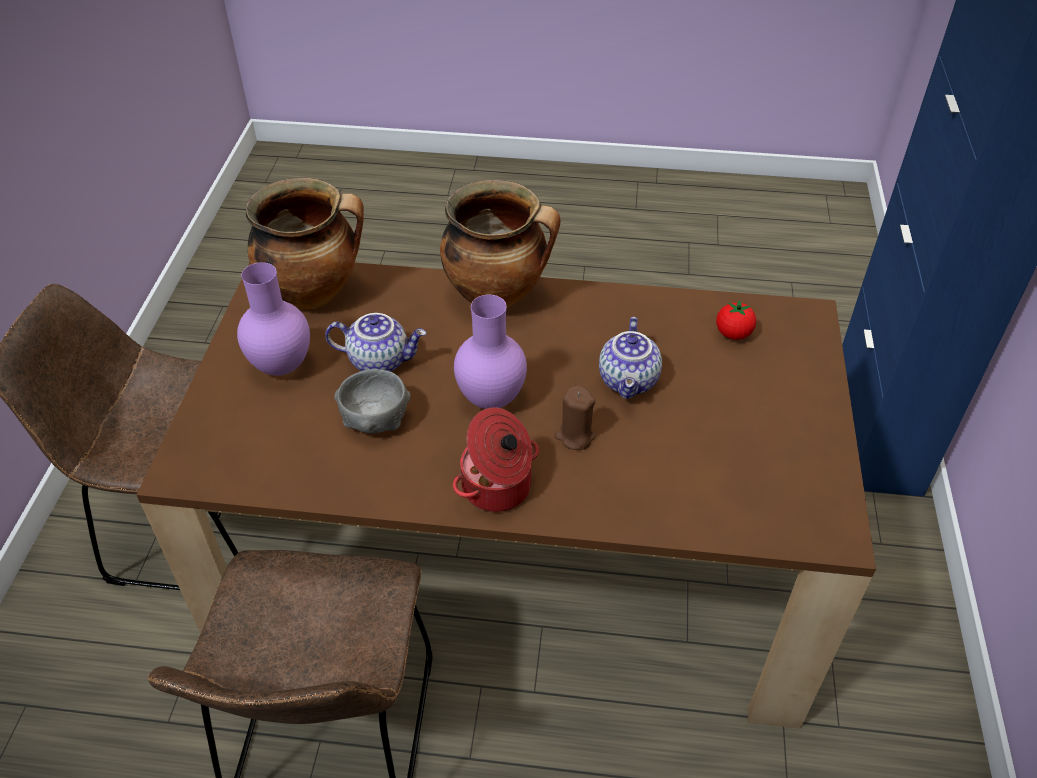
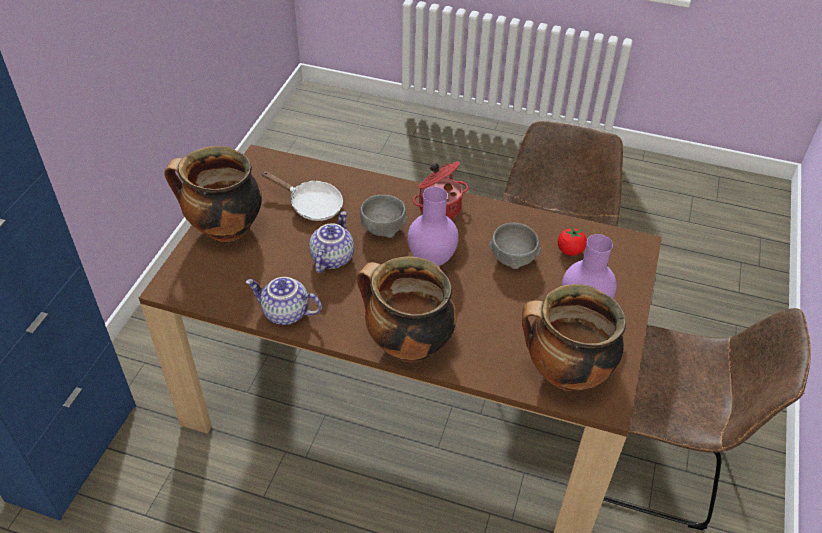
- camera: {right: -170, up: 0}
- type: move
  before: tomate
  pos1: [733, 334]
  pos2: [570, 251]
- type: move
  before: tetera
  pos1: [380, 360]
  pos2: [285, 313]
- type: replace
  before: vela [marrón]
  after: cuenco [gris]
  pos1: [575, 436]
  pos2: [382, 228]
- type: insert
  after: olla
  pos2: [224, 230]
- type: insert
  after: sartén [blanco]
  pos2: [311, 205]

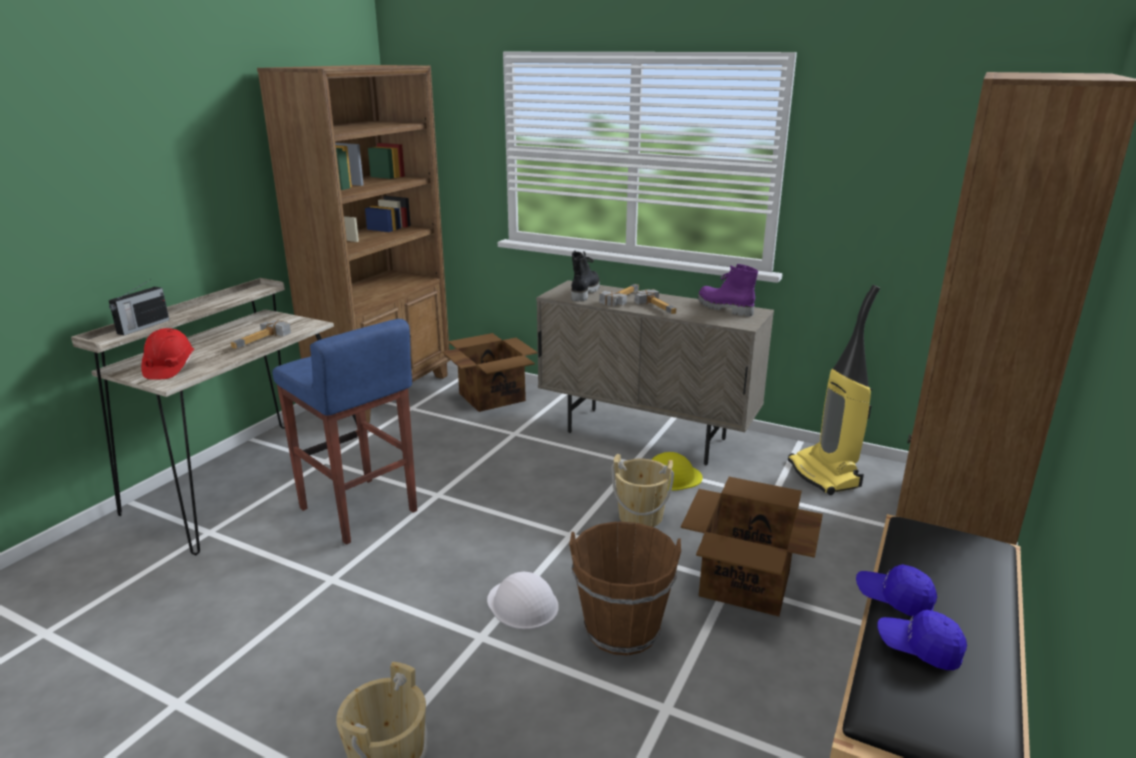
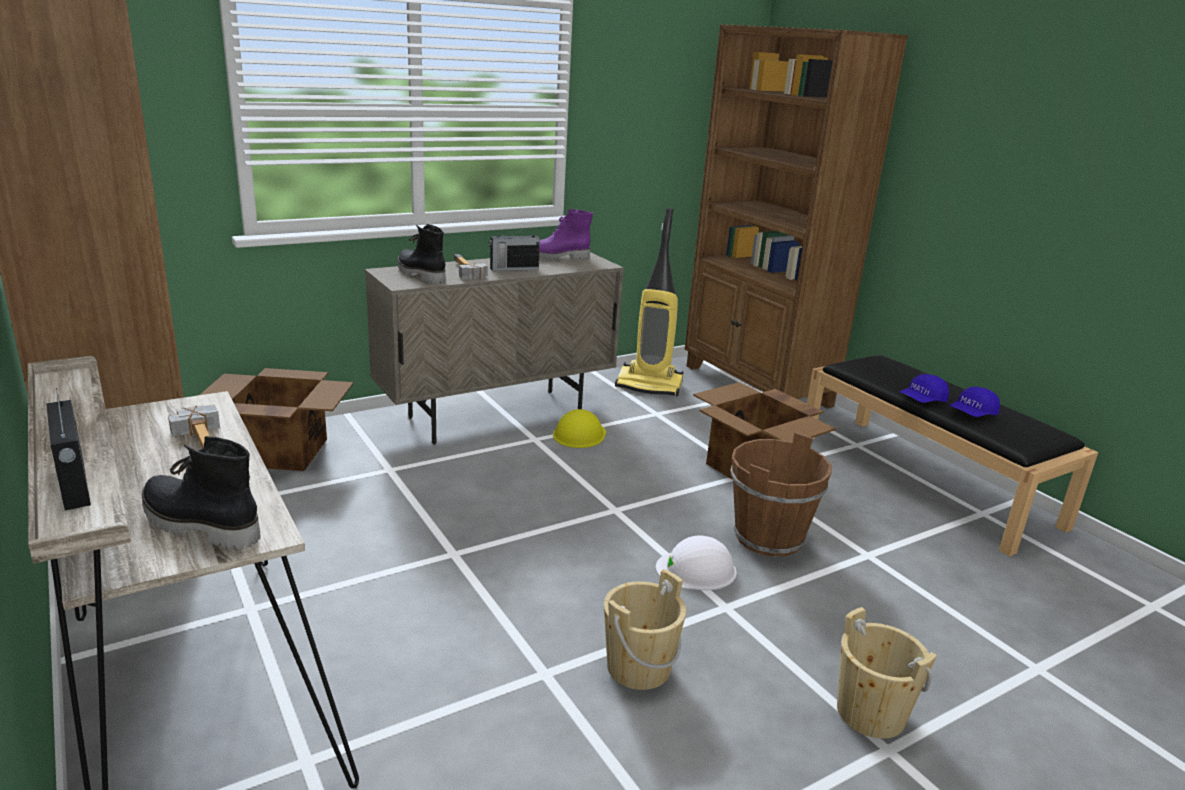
- camera: {right: -60, up: 0}
- type: replace
  before: martillo
  after: radio
  pos1: [659, 306]
  pos2: [513, 269]
- type: delete
  before: taburete [azul]
  pos1: [358, 511]
- type: replace
  before: casco [rojo]
  after: bota [negro]
  pos1: [169, 368]
  pos2: [198, 526]
- type: move
  before: cubo [beis]
  pos1: [640, 516]
  pos2: [638, 667]

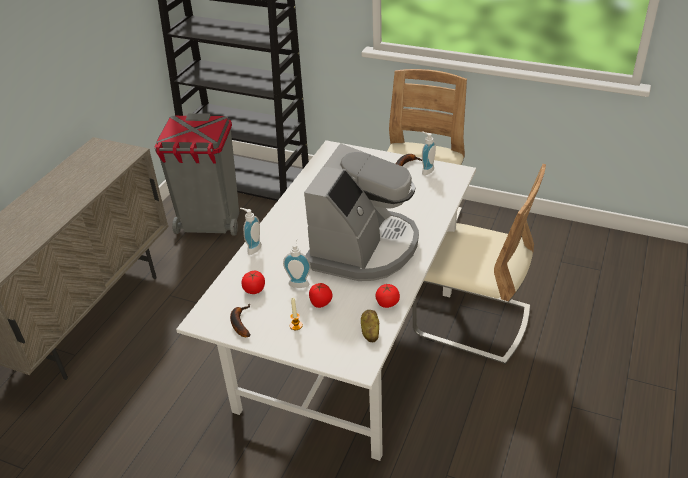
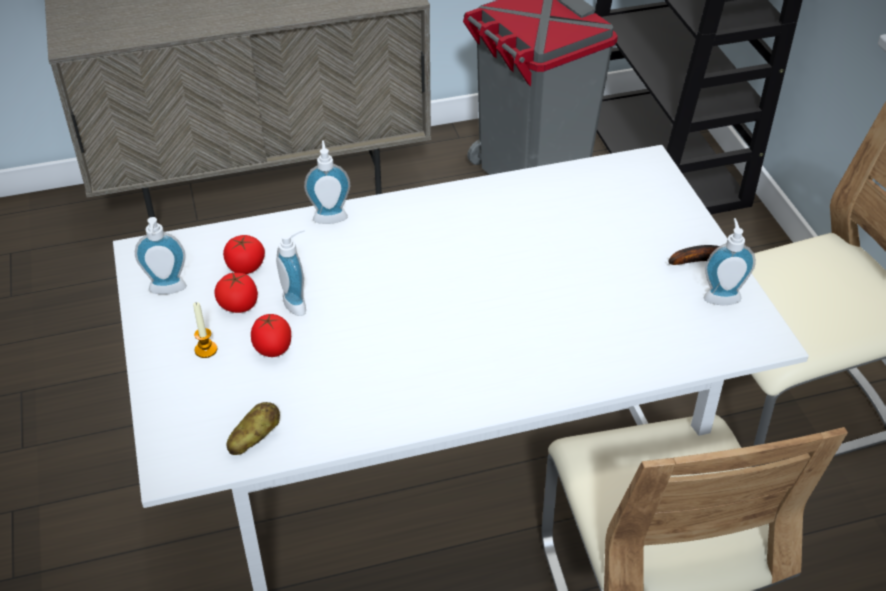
- camera: {right: 50, up: 5}
- type: delete
  before: cafetera
  pos1: [364, 247]
- type: move
  before: tomate
  pos1: [387, 303]
  pos2: [238, 305]
- type: replace
  before: plátano
  after: dispensador de jabón
  pos1: [239, 323]
  pos2: [167, 291]

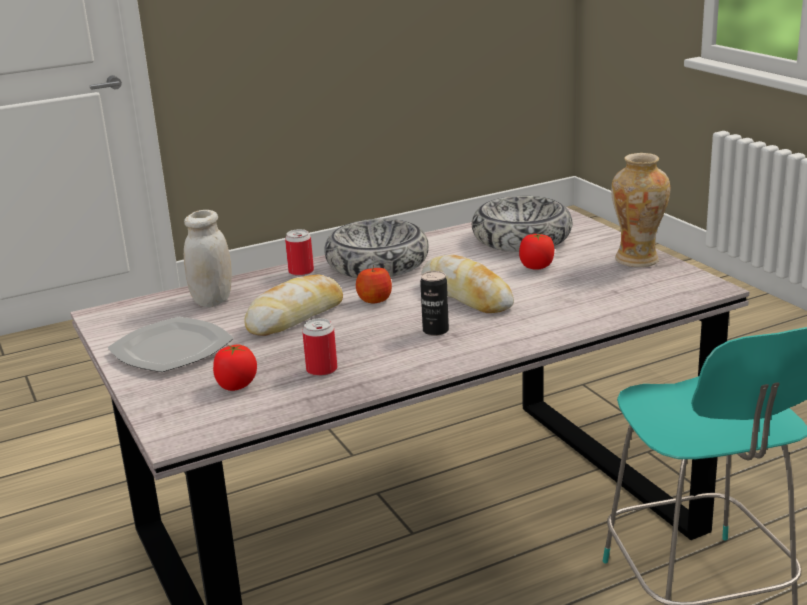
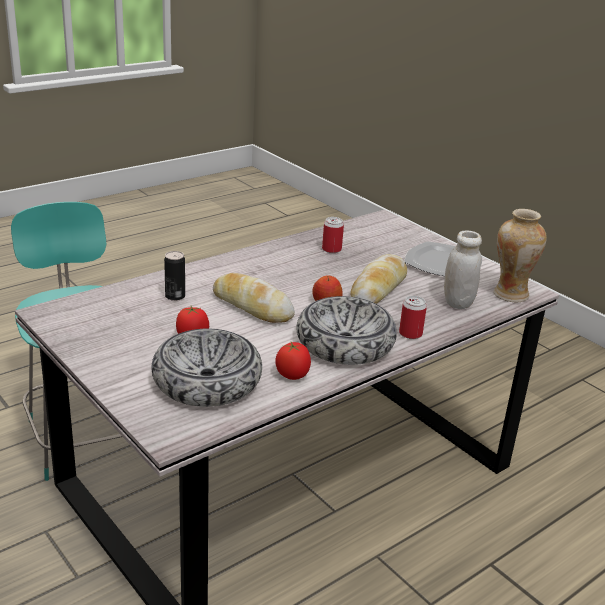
- camera: {right: 165, up: 5}
- type: move
  before: florero
  pos1: [637, 260]
  pos2: [510, 294]
- type: move
  before: lata
  pos1: [435, 331]
  pos2: [175, 296]
- type: move
  before: tomate
  pos1: [236, 386]
  pos2: [292, 375]

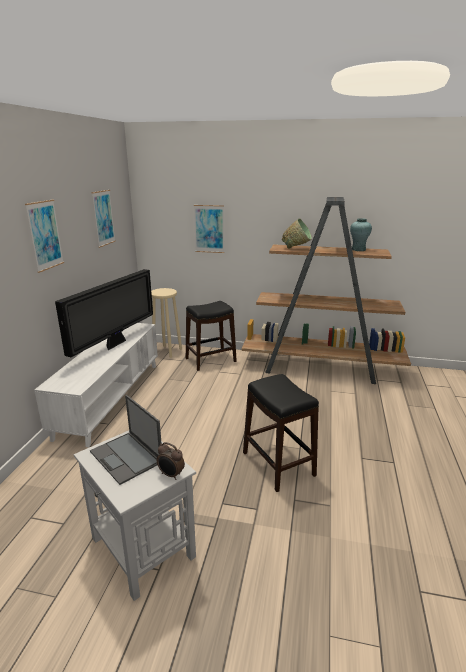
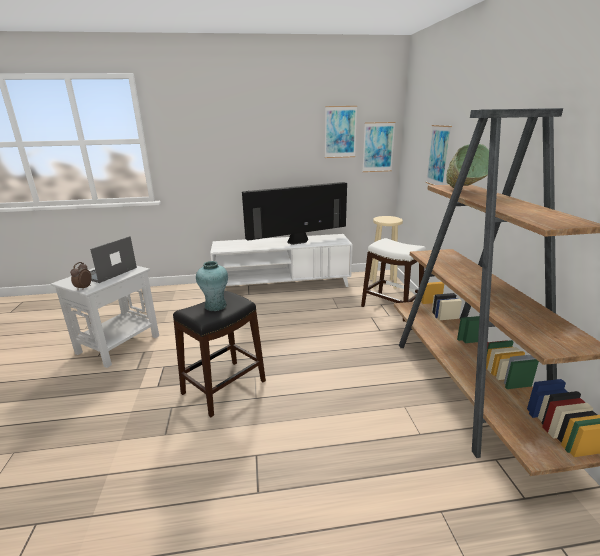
- camera: {right: 70, up: 0}
- type: move
  before: cuadro
  pos1: [45, 235]
  pos2: [378, 147]
- type: move
  before: florero [turquesa]
  pos1: [358, 249]
  pos2: [215, 306]
- type: rotate
  before: televisor
  pos1: [115, 343]
  pos2: [297, 242]
  turn: 150
- type: recolor
  before: taburete [negro]
  after: taburete [blanco]
  pos1: [210, 360]
  pos2: [391, 307]

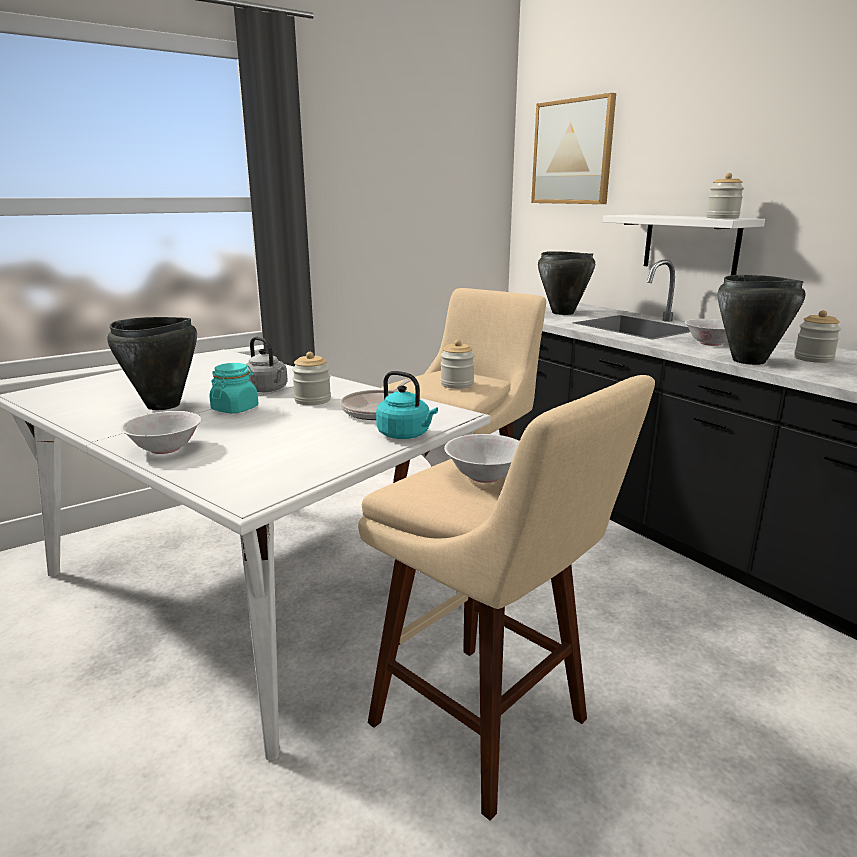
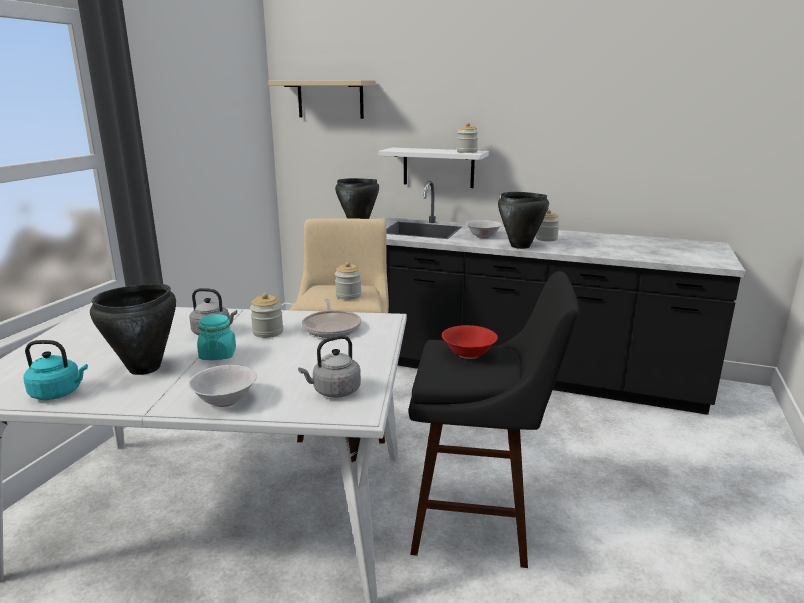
- camera: {right: -35, up: 0}
- type: replace
  before: cuadro
  after: estante [beis]
  pos1: [572, 152]
  pos2: [330, 99]
- type: move
  before: hervidor [turquesa]
  pos1: [406, 435]
  pos2: [59, 393]
- type: recolor
  before: taburete [beis]
  after: taburete [negro]
  pos1: [489, 729]
  pos2: [481, 522]
- type: recolor
  before: cuenco [blanco]
  after: cuenco [rojo]
  pos1: [484, 476]
  pos2: [468, 354]
- type: insert
  after: hervidor [gris]
  pos2: [334, 391]

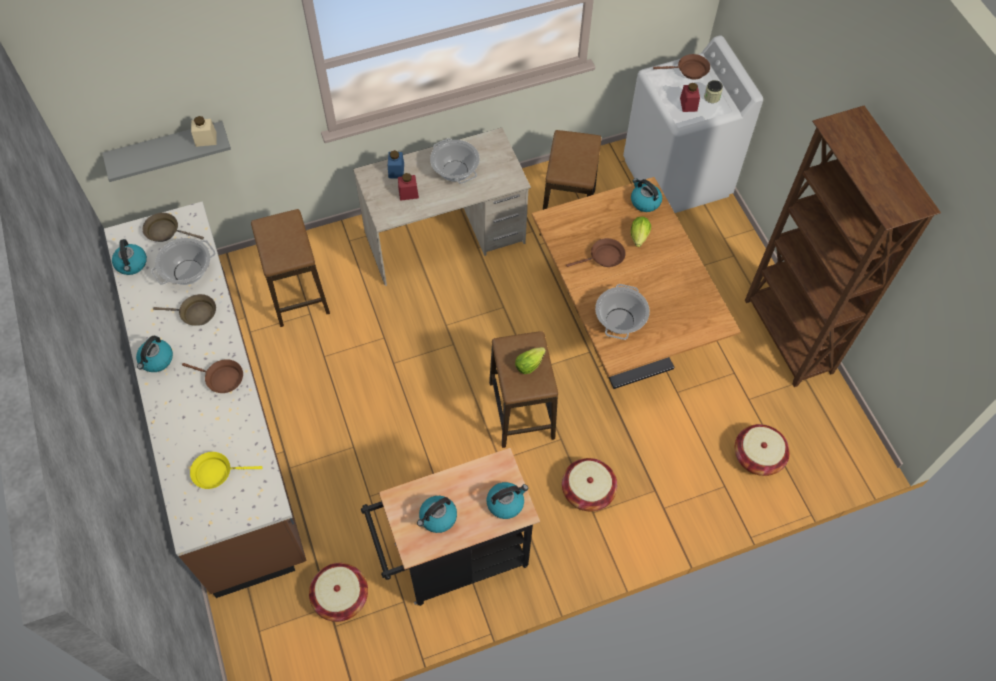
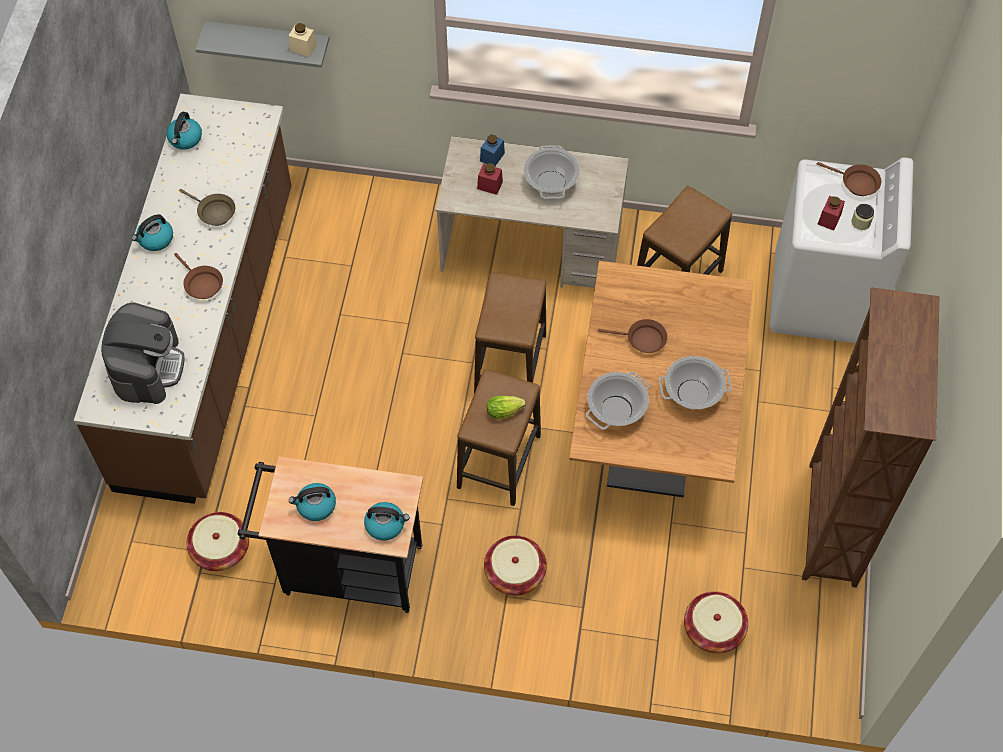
- camera: {right: 30, up: 0}
- type: delete
  before: hervidor
  pos1: [644, 201]
- type: move
  before: taburete
  pos1: [297, 292]
  pos2: [510, 363]
- type: delete
  before: sartén [marrón]
  pos1: [165, 231]
- type: delete
  before: lechuga
  pos1: [639, 238]
- type: move
  before: olla
  pos1: [188, 272]
  pos2: [692, 394]
- type: replace
  before: sartén [amarillo]
  after: cafetera
  pos1: [216, 472]
  pos2: [147, 366]

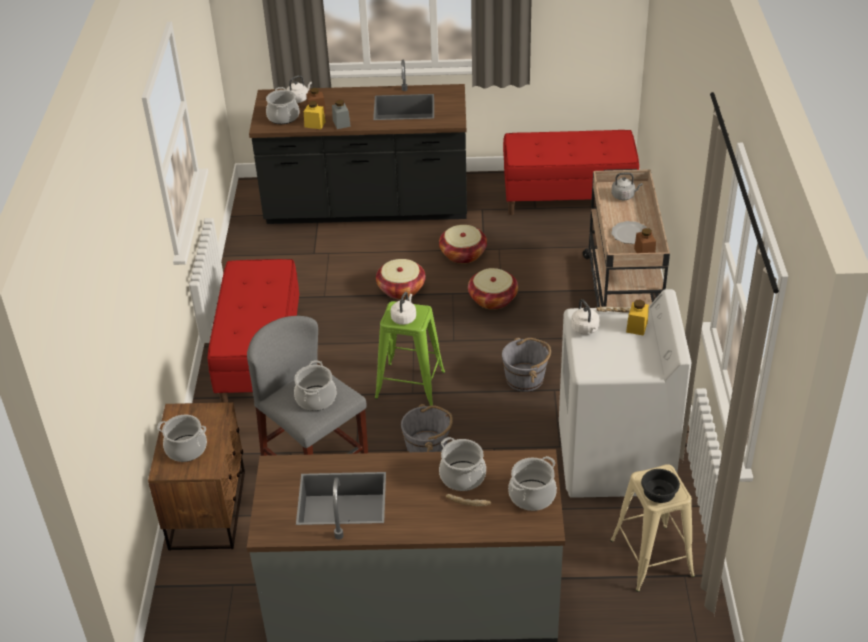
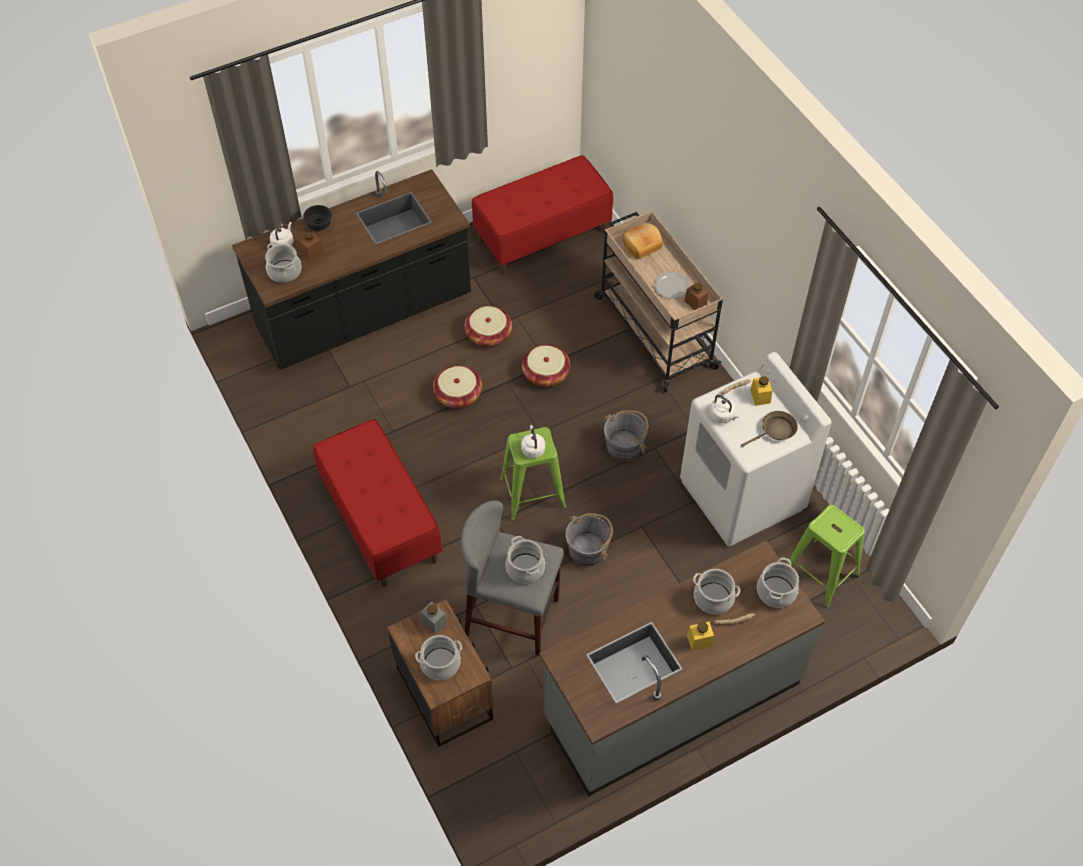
- camera: {right: -30, up: 15}
- type: move
  before: tarro [gris]
  pos1: [341, 123]
  pos2: [434, 622]
- type: move
  before: tarro [amarillo]
  pos1: [315, 124]
  pos2: [699, 640]
- type: replace
  before: hervidor [gris]
  after: pan
  pos1: [624, 196]
  pos2: [641, 245]
- type: recolor
  before: taburete [beis]
  after: taburete [verde]
  pos1: [652, 558]
  pos2: [821, 574]
- type: move
  before: cuenco [negro]
  pos1: [659, 493]
  pos2: [319, 224]
- type: insert
  after: sartén [marrón]
  pos2: [775, 431]

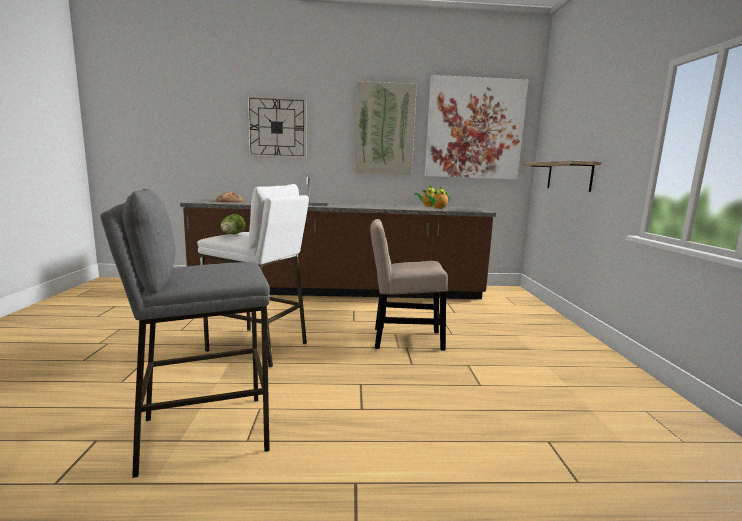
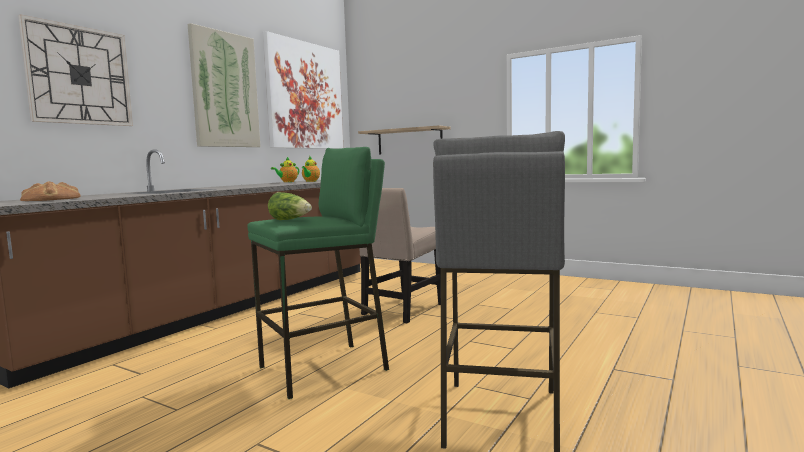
- camera: {right: -55, up: -5}
- type: recolor
  before: taburete [blanco]
  after: taburete [verde]
  pos1: [258, 347]
  pos2: [324, 369]

